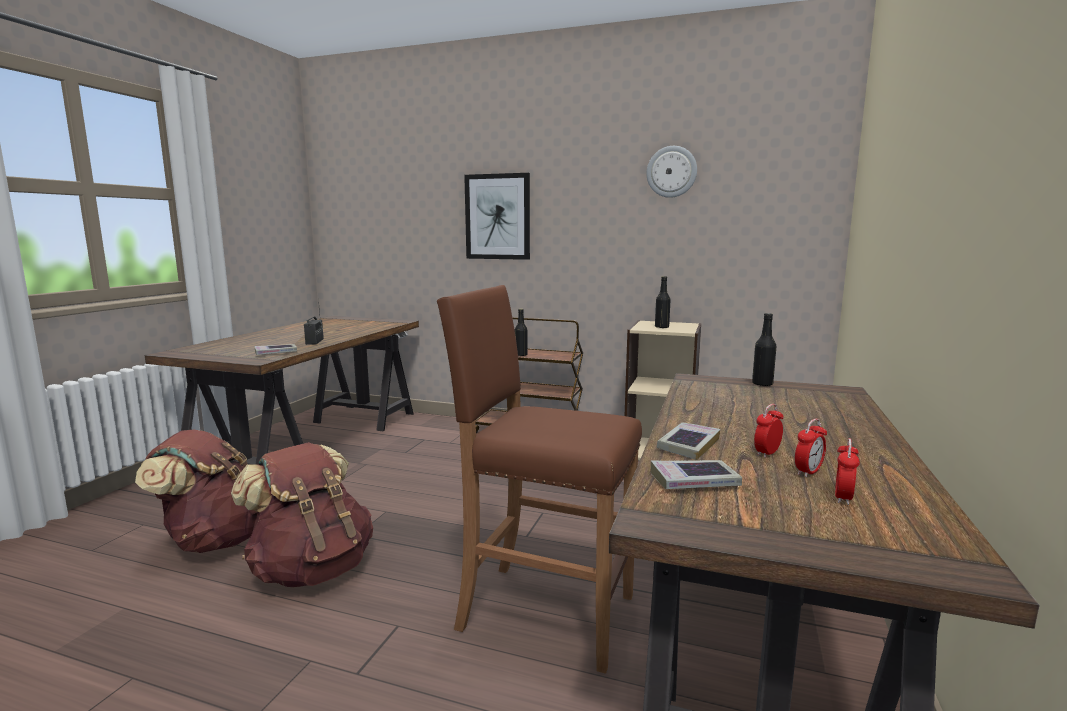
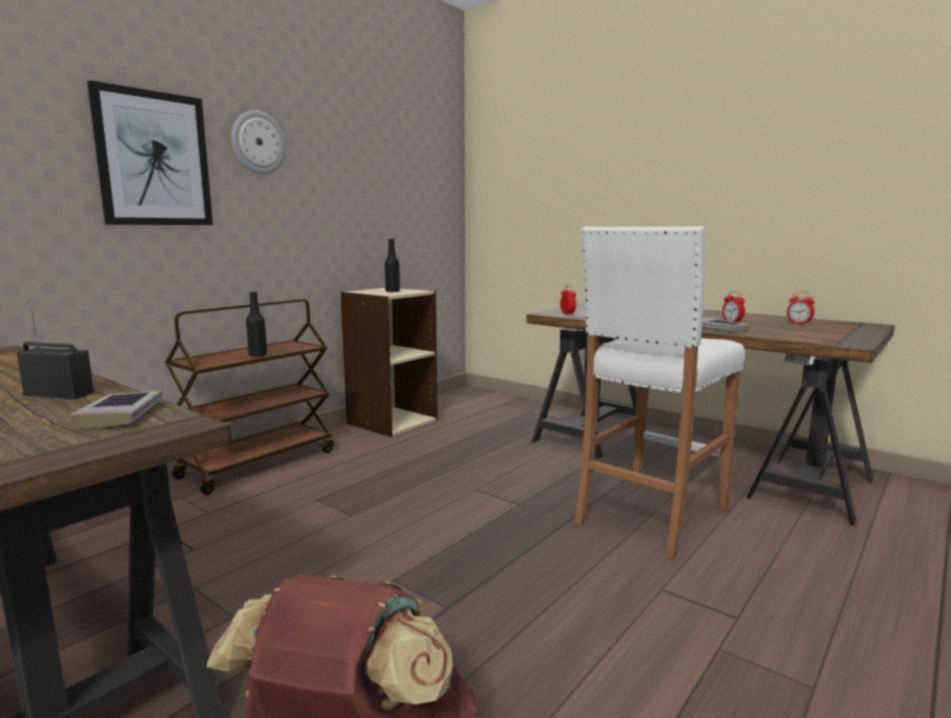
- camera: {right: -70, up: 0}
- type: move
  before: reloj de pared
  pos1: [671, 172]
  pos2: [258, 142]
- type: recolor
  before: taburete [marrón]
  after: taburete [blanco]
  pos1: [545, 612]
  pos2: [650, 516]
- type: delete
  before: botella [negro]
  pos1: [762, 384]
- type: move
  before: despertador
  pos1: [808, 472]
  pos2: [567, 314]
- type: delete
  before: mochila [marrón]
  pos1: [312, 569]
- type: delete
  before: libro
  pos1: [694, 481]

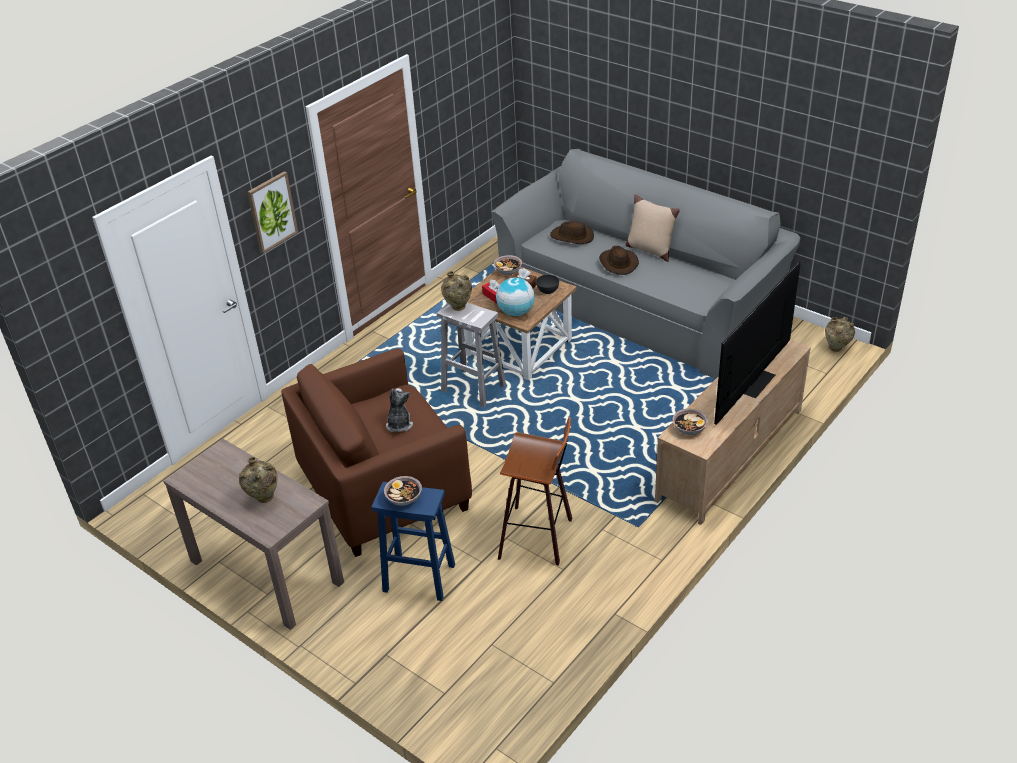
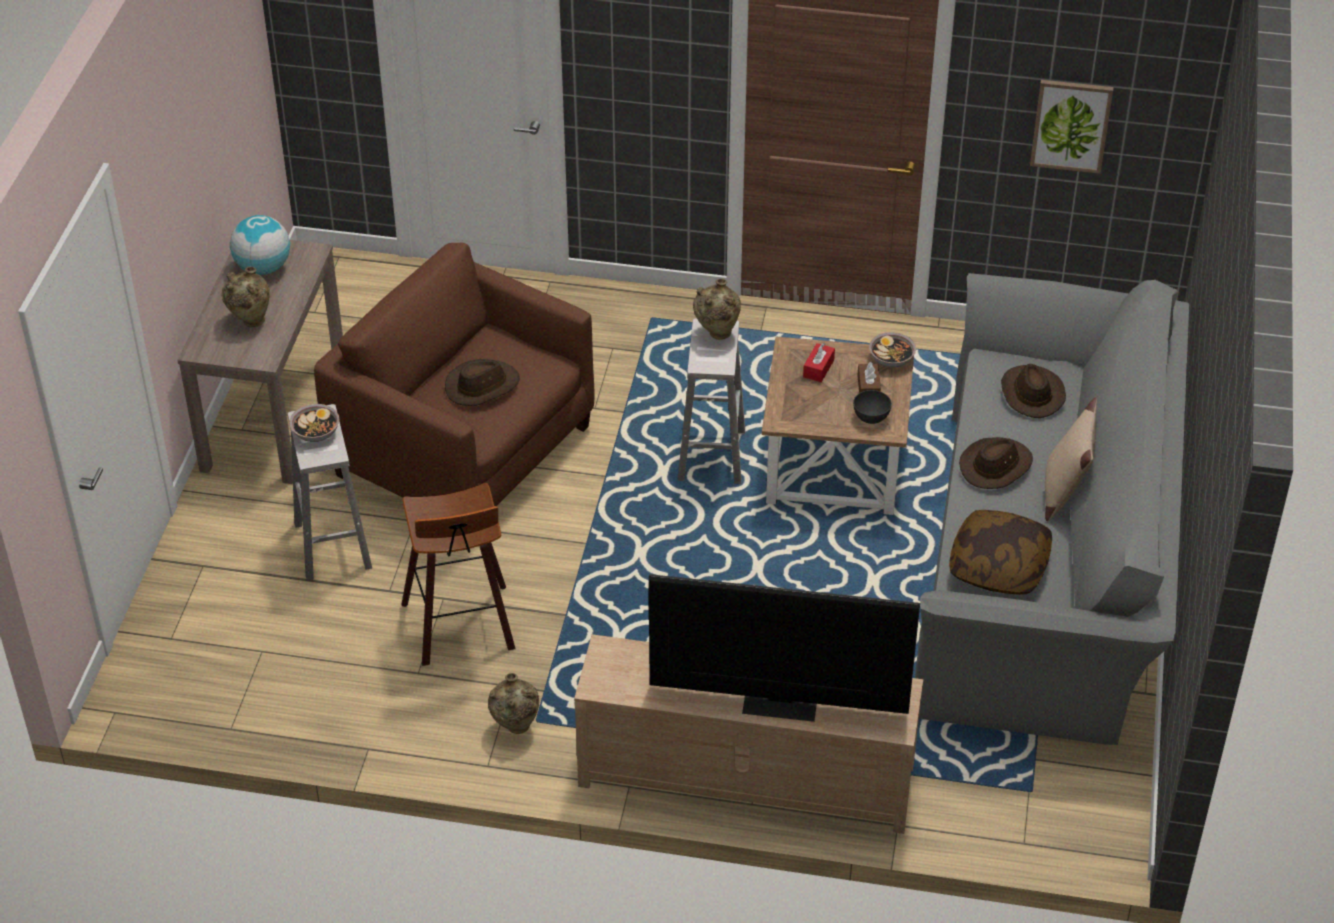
- camera: {right: 60, up: 5}
- type: move
  before: cuadro
  pos1: [272, 212]
  pos2: [1071, 125]
- type: move
  before: globo terráqueo
  pos1: [516, 312]
  pos2: [263, 268]
- type: move
  before: florero [beis]
  pos1: [836, 349]
  pos2: [515, 728]
- type: replace
  before: peluche
  after: sombrero [marrón]
  pos1: [399, 424]
  pos2: [482, 386]
- type: delete
  before: cuenco
  pos1: [689, 428]
- type: recolor
  before: taburete [azul]
  after: taburete [blanco]
  pos1: [418, 578]
  pos2: [332, 544]
- type: insert
  after: cojín
  pos2: [999, 566]

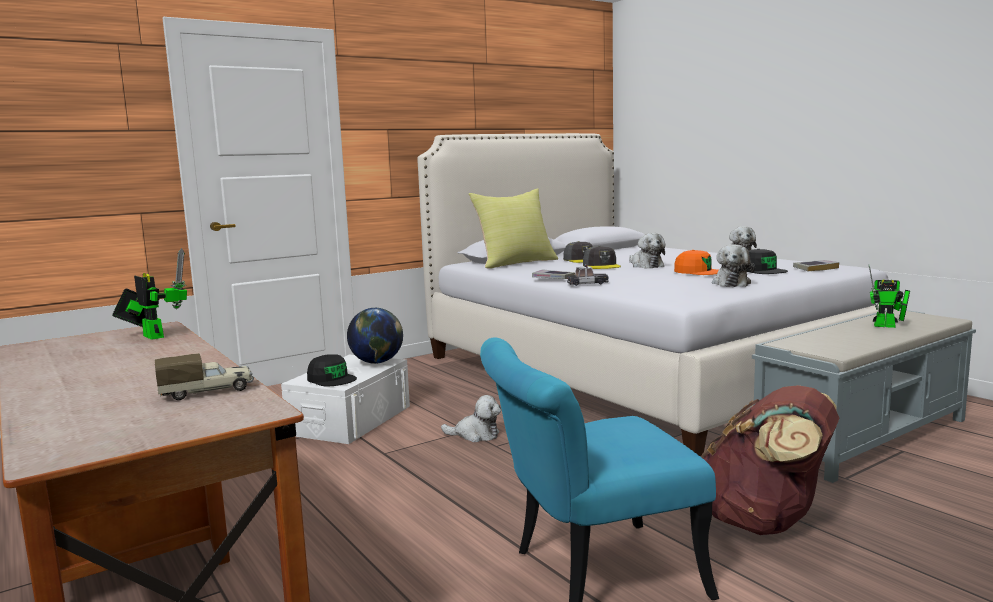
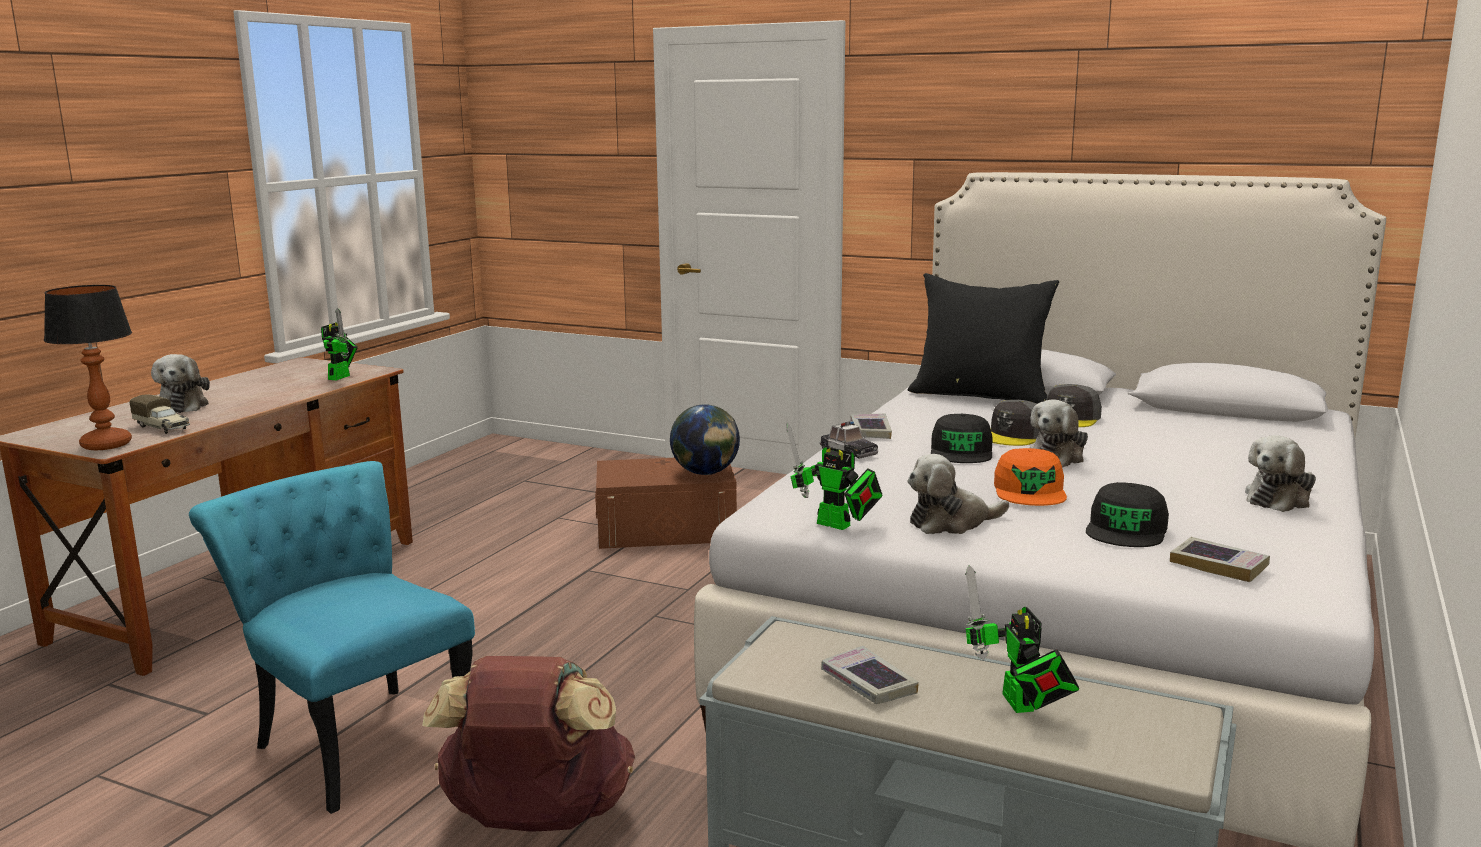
- camera: {right: 60, up: 5}
- type: recolor
  before: cojín [amarillo]
  after: cojín [negro]
  pos1: [516, 263]
  pos2: [981, 395]
- type: move
  before: gorra [negro]
  pos1: [331, 379]
  pos2: [961, 451]
- type: recolor
  before: caja de almacenaje [blanco]
  after: caja de almacenaje [marrón]
  pos1: [350, 420]
  pos2: [666, 529]
- type: move
  before: peluche
  pos1: [475, 435]
  pos2: [182, 406]
- type: insert
  after: lámpara de mesa
  pos2: [107, 445]
- type: insert
  after: robot de juguete
  pos2: [838, 525]
- type: insert
  after: libro
  pos2: [868, 683]

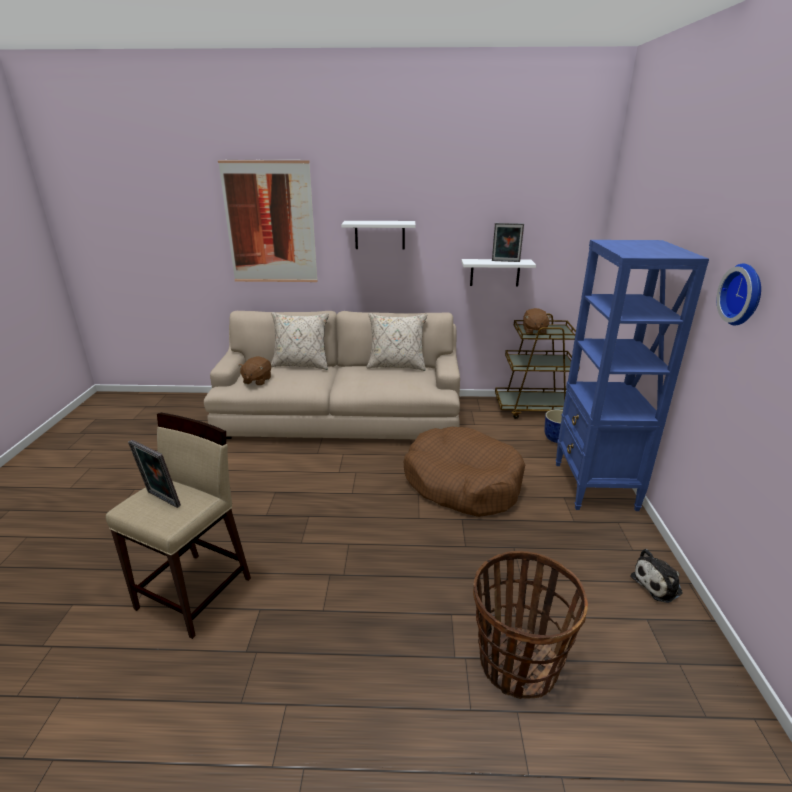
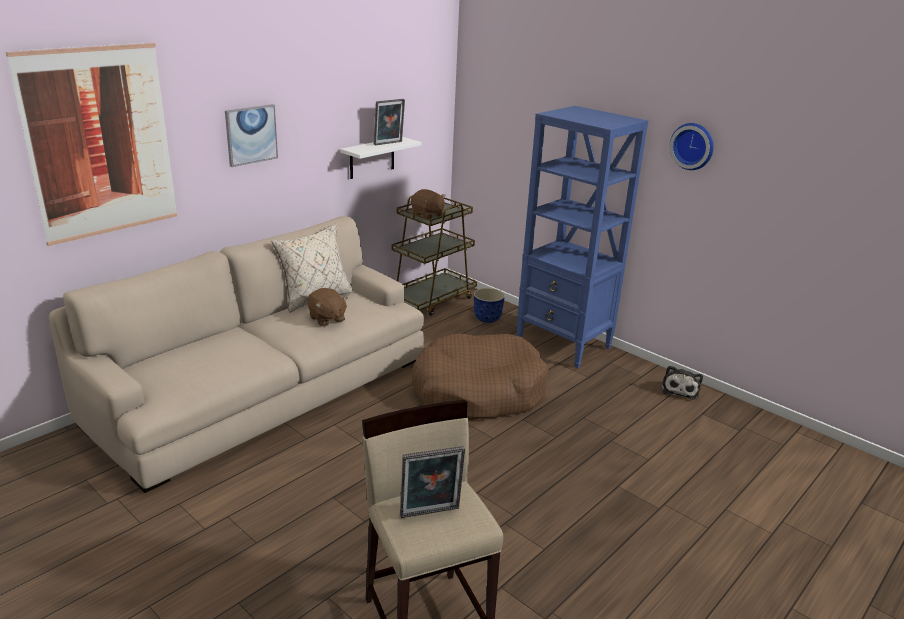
- camera: {right: -50, up: 0}
- type: replace
  before: estante [blanco]
  after: cuadro
  pos1: [380, 235]
  pos2: [251, 135]
- type: delete
  before: cojín [beis]
  pos1: [301, 365]
- type: move
  before: peluche [marrón]
  pos1: [257, 380]
  pos2: [327, 319]
- type: delete
  before: cesta
  pos1: [517, 663]

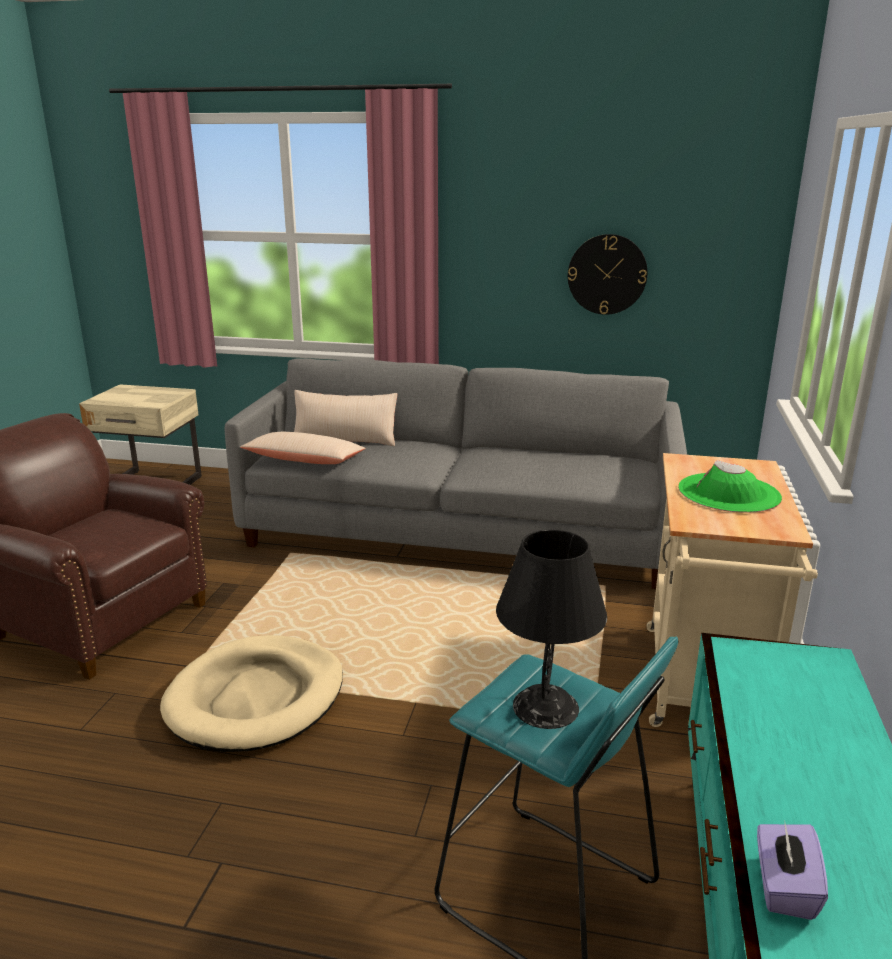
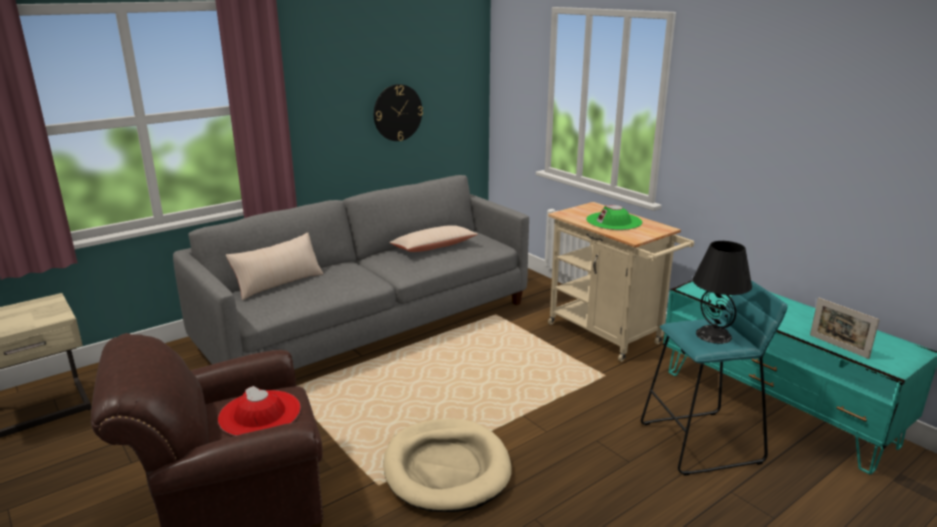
- camera: {right: -50, up: 0}
- type: move
  before: cojín [beis]
  pos1: [304, 460]
  pos2: [434, 247]
- type: replace
  before: caja de pañuelos [morado]
  after: portarretratos
  pos1: [784, 887]
  pos2: [838, 346]
- type: insert
  after: sombrero [rojo]
  pos2: [260, 413]

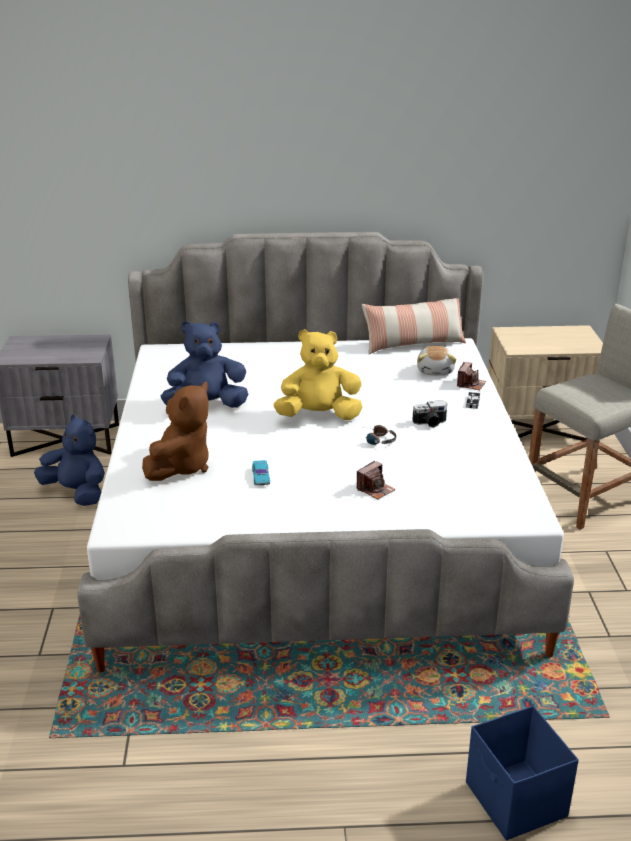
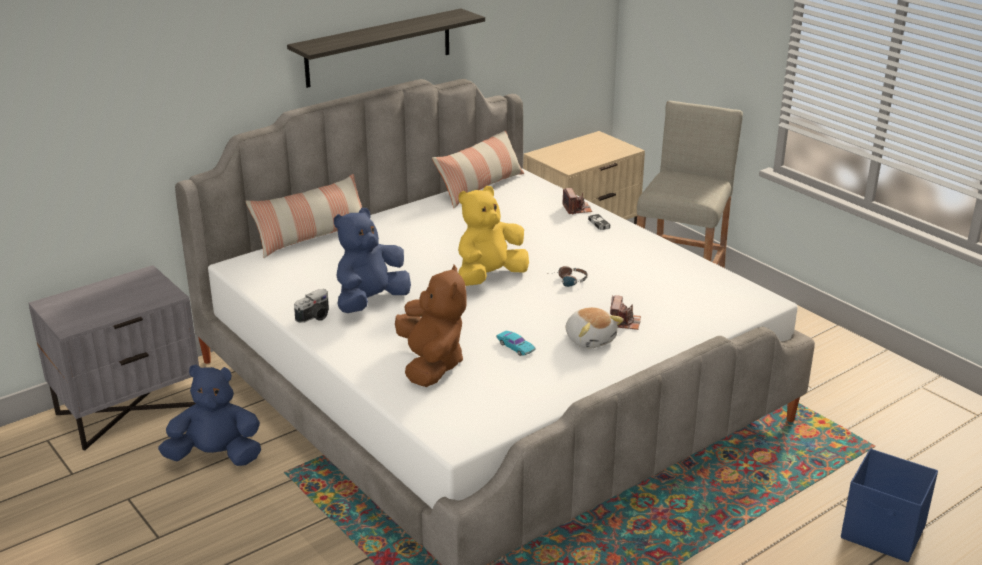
- camera: {right: -35, up: 0}
- type: move
  before: peluche
  pos1: [436, 370]
  pos2: [590, 339]
- type: move
  before: cámara
  pos1: [430, 423]
  pos2: [315, 317]
- type: insert
  after: estante
  pos2: [379, 48]
- type: insert
  after: cojín
  pos2: [312, 237]

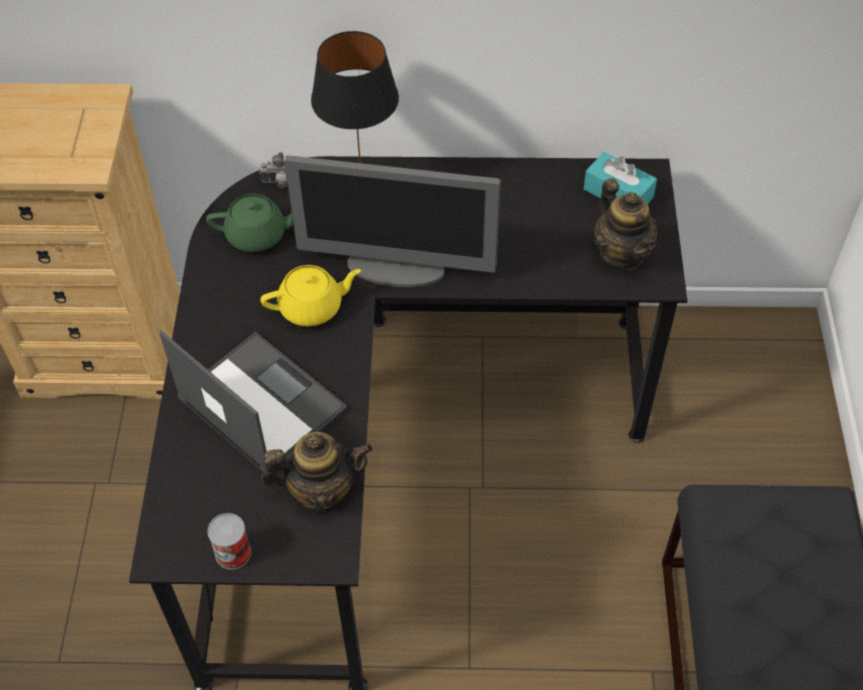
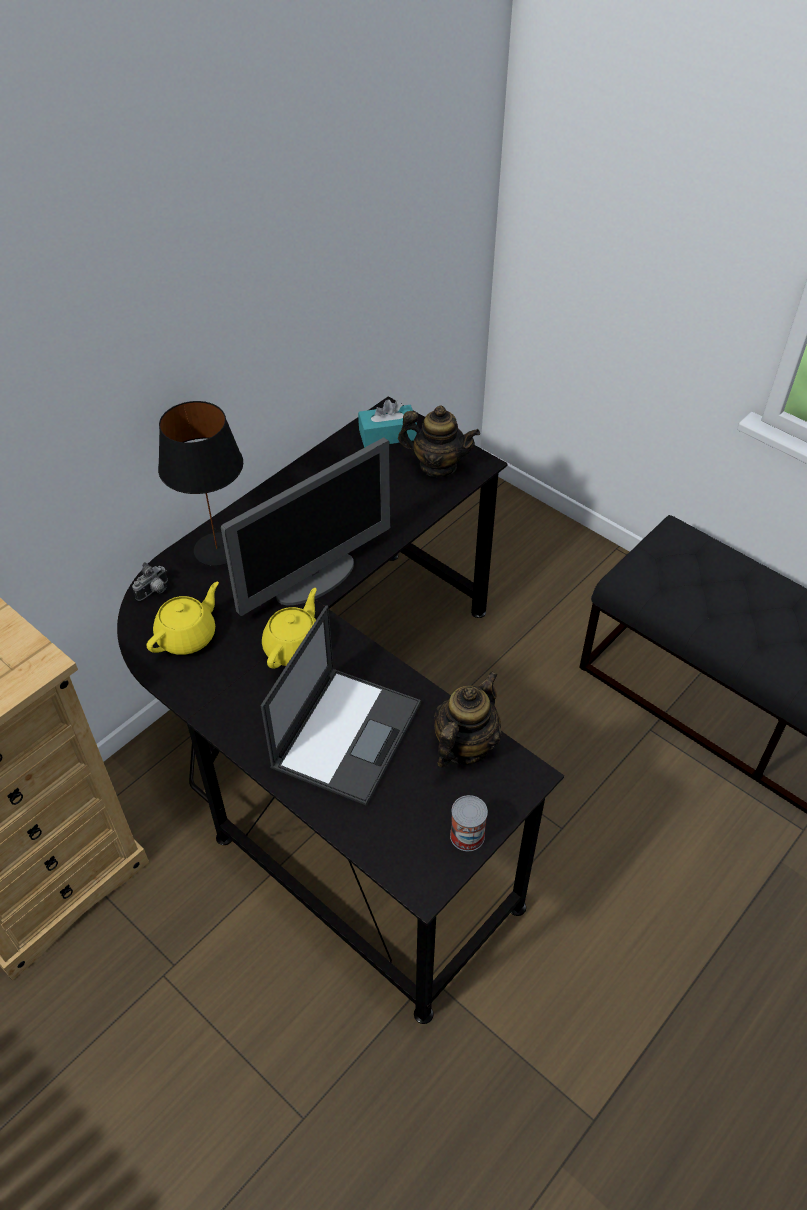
- camera: {right: -50, up: -5}
- type: recolor
  before: tetera [verde]
  after: tetera [amarillo]
  pos1: [258, 235]
  pos2: [188, 636]
- type: rotate
  before: portátil
  pos1: [260, 402]
  pos2: [347, 733]
  turn: 120

